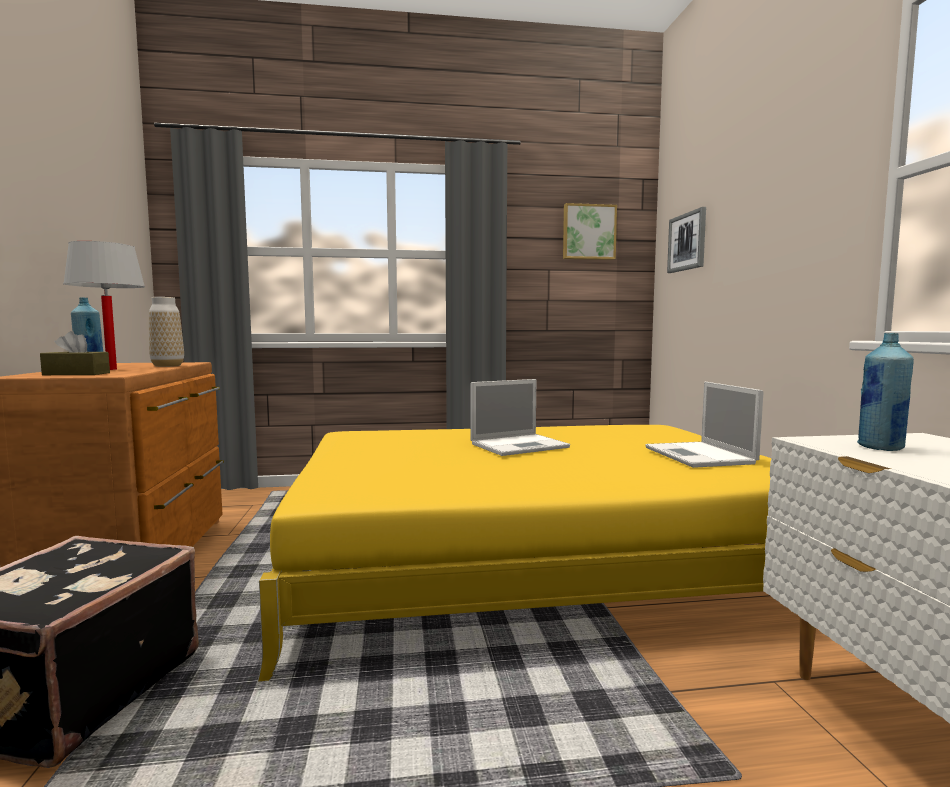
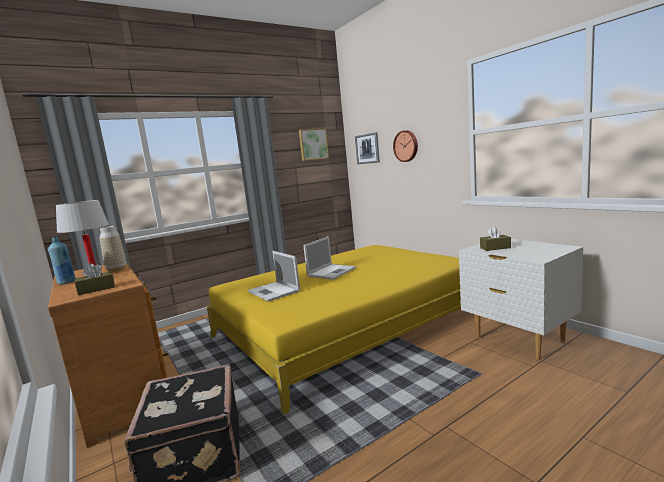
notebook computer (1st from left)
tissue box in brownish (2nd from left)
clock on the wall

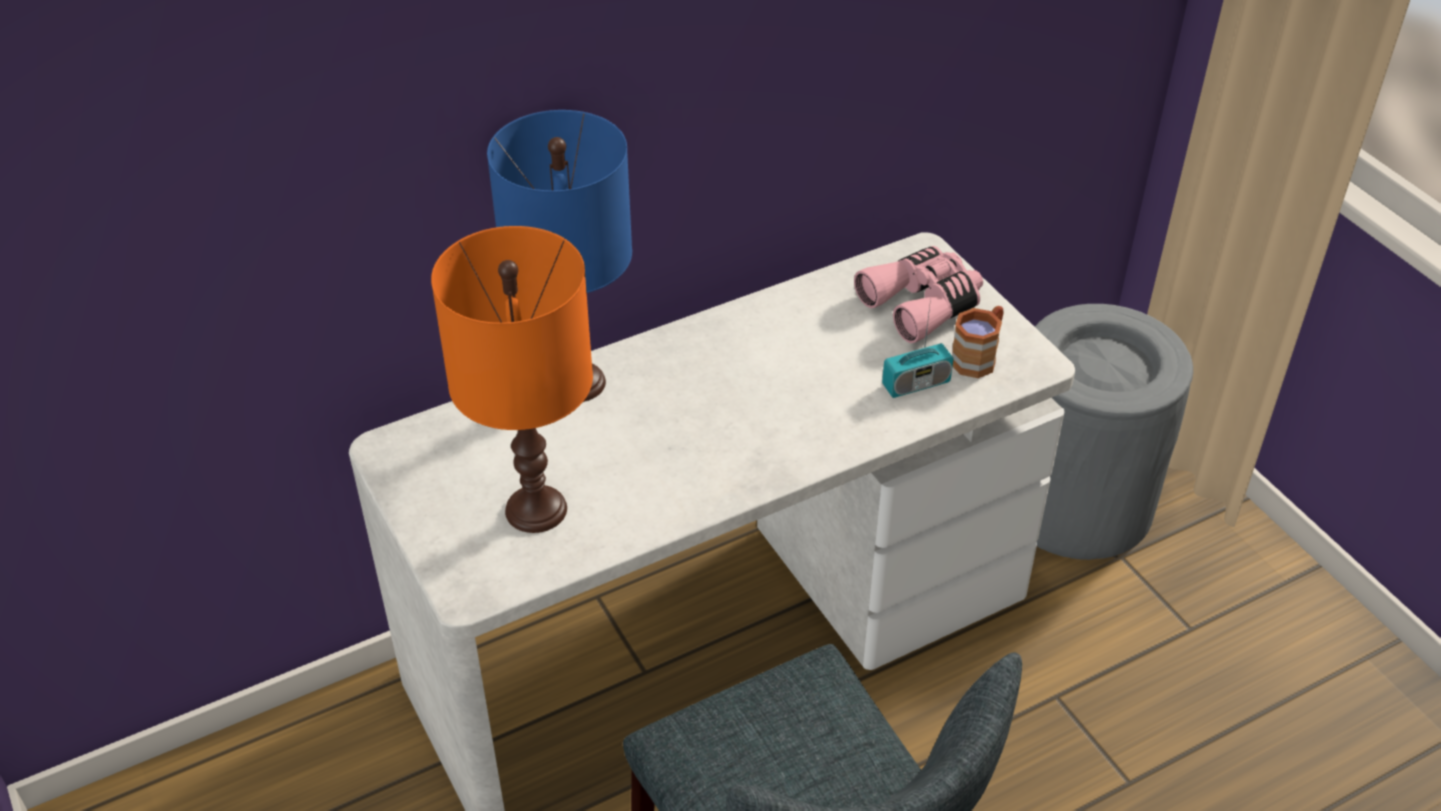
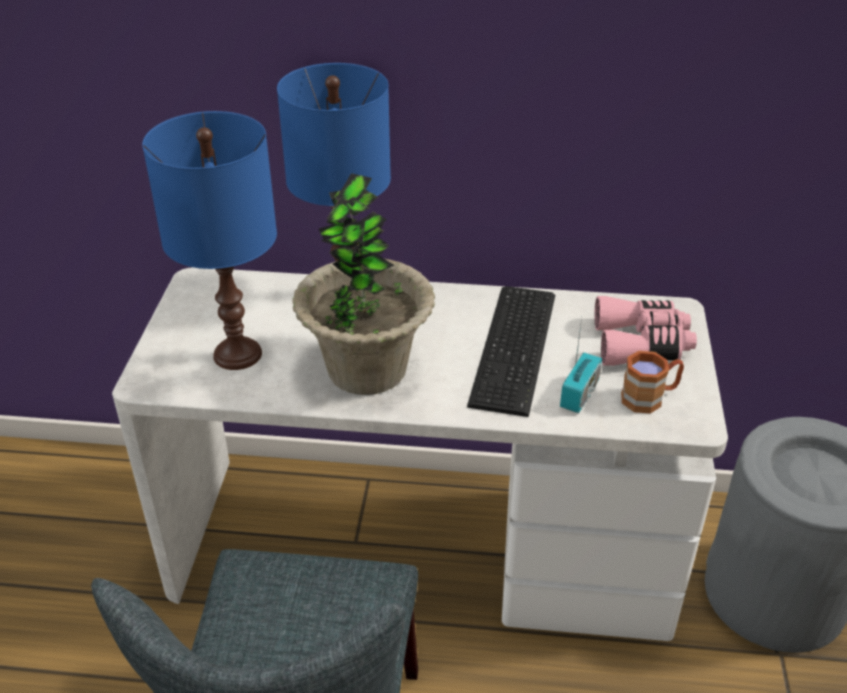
tabletop lamp in blue (1st from left)
radio
houseplant
computer keyboard

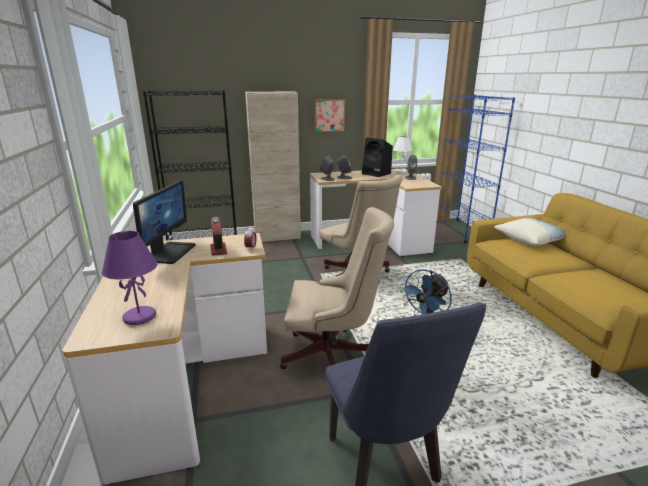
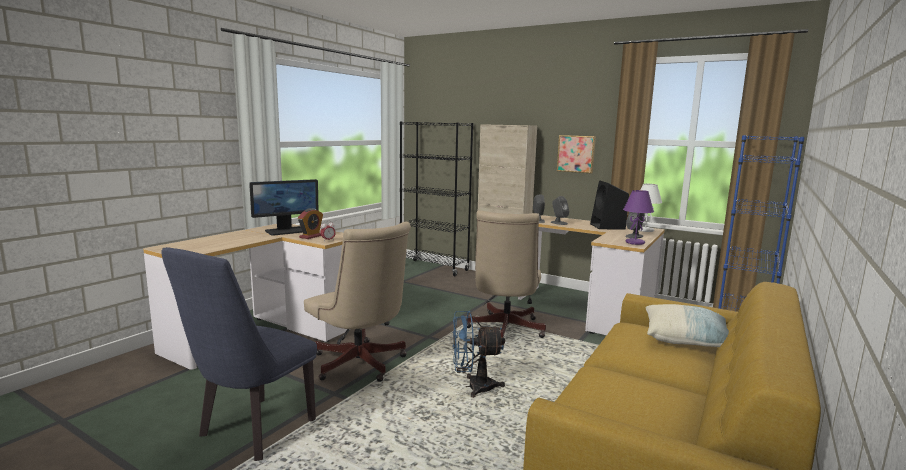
tabletop lamp in purplish

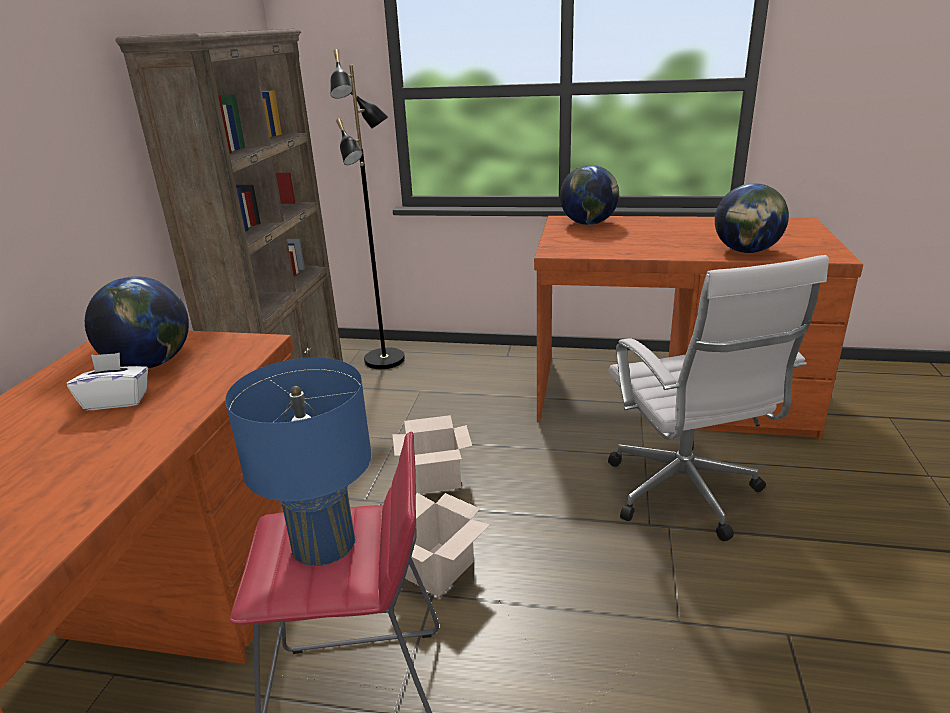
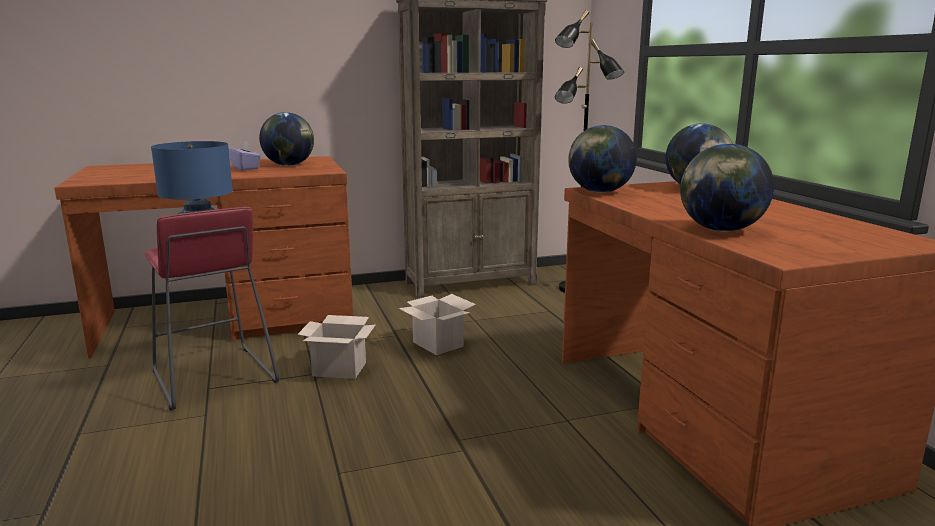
tissue box in purplish
office chair in whitish
globe (2nd from left)

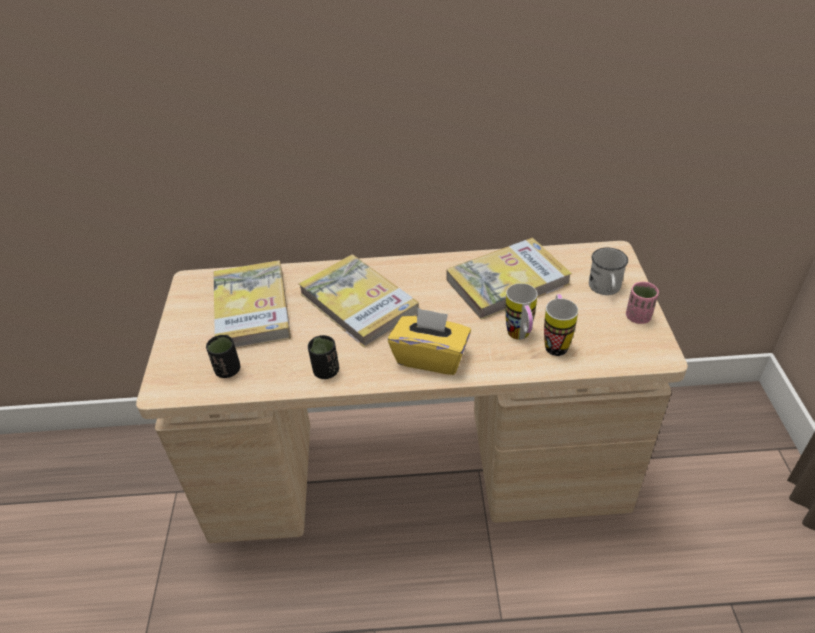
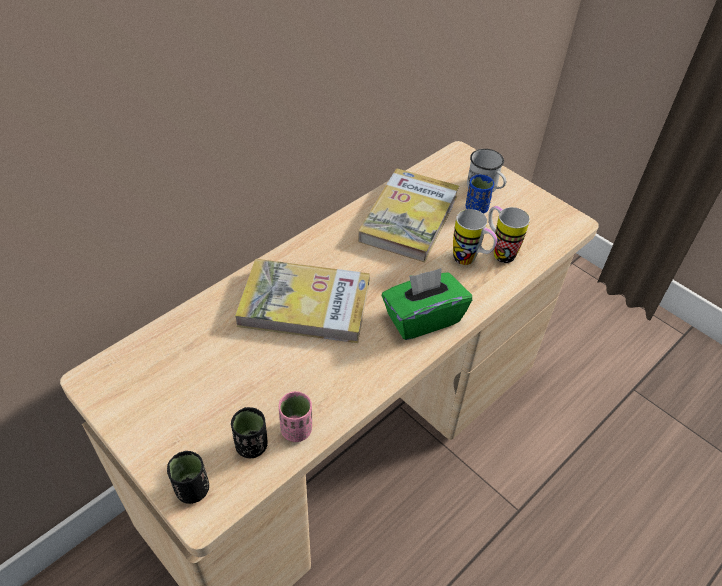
bound book (1st from left in the first image)
cup in blackish (1st from left)
tissue box in greenish
cup in pink
cup in blue

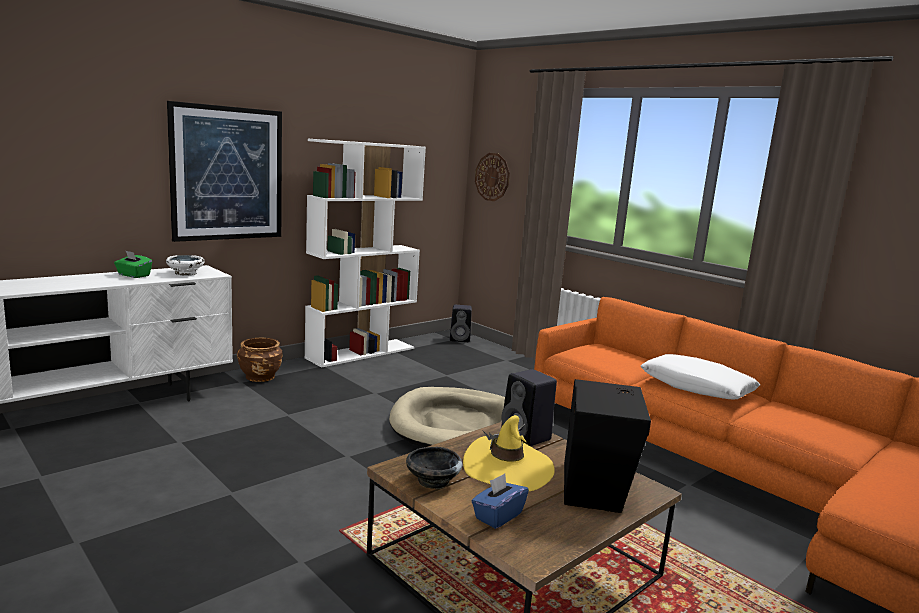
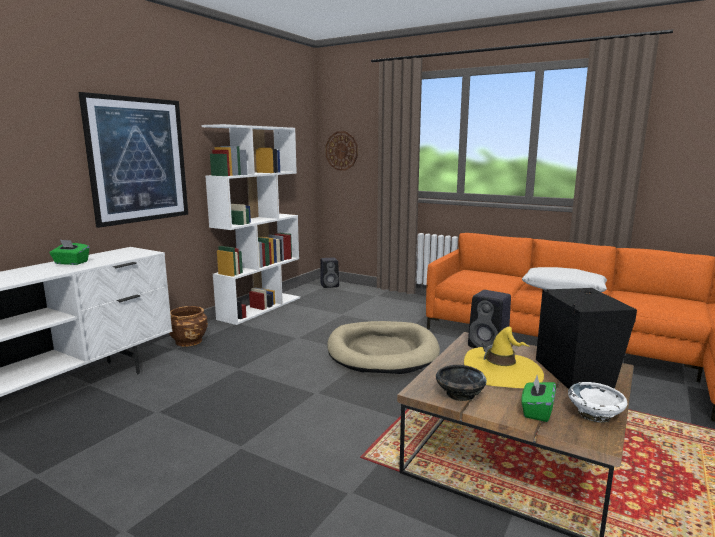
bowl in whitish
tissue box in greenish (2nd from left)

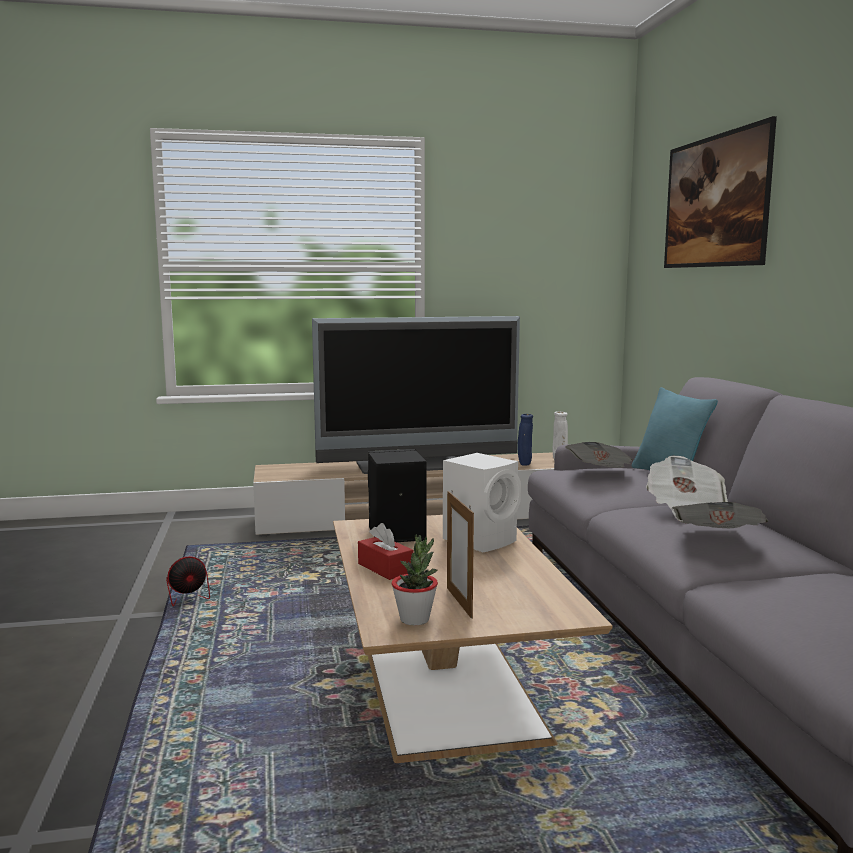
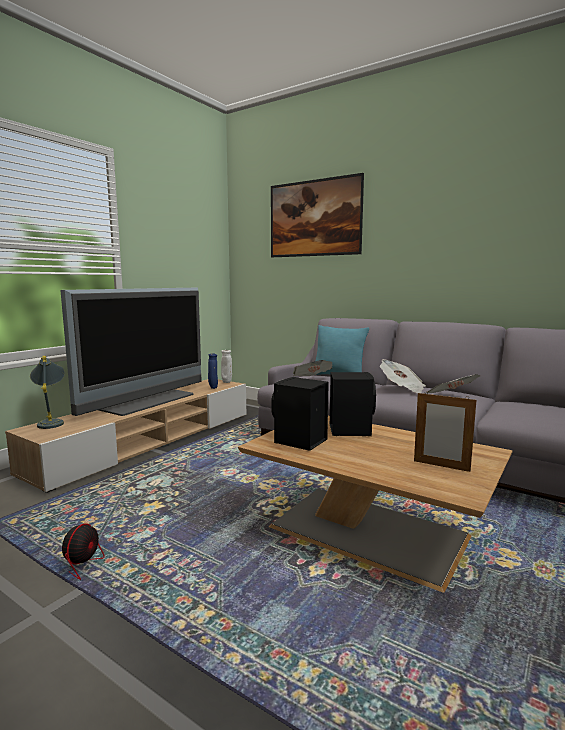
tissue box in red
houseplant
loudspeaker in blackish (2nd from left)
tabletop lamp in gray

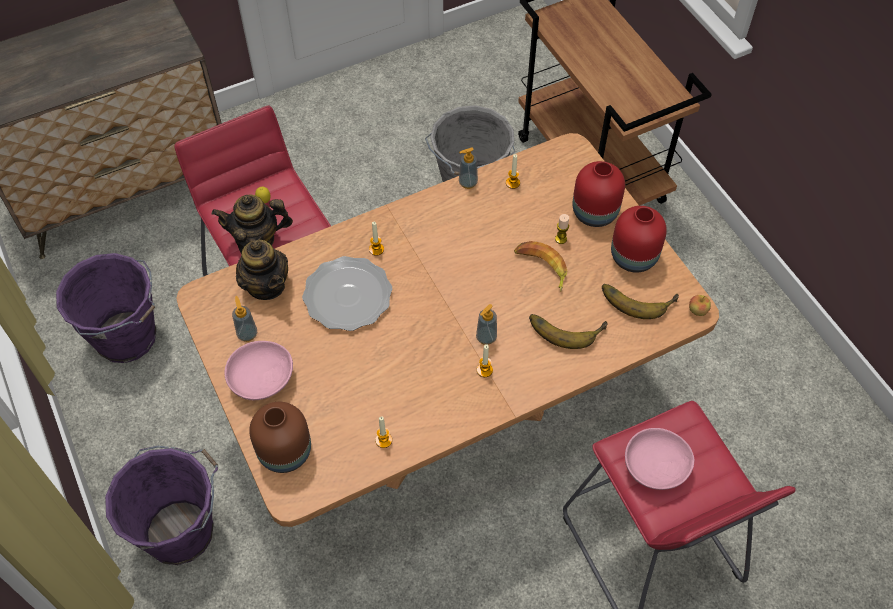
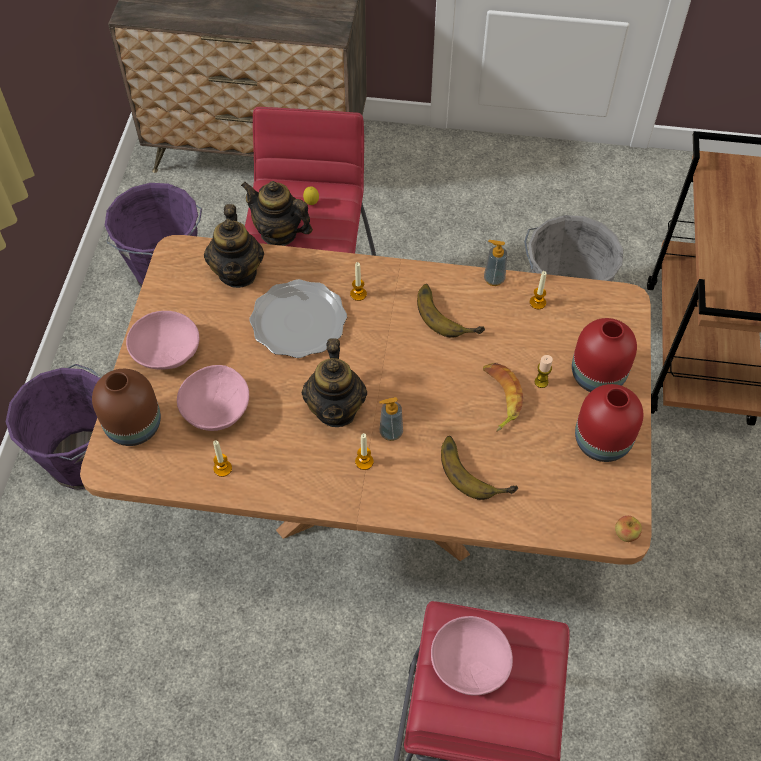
soap bottle (1st from left in the first image)
whole banana (1st from left)
bowl in pink (2nd from left)
pot for tea (3rd from left)

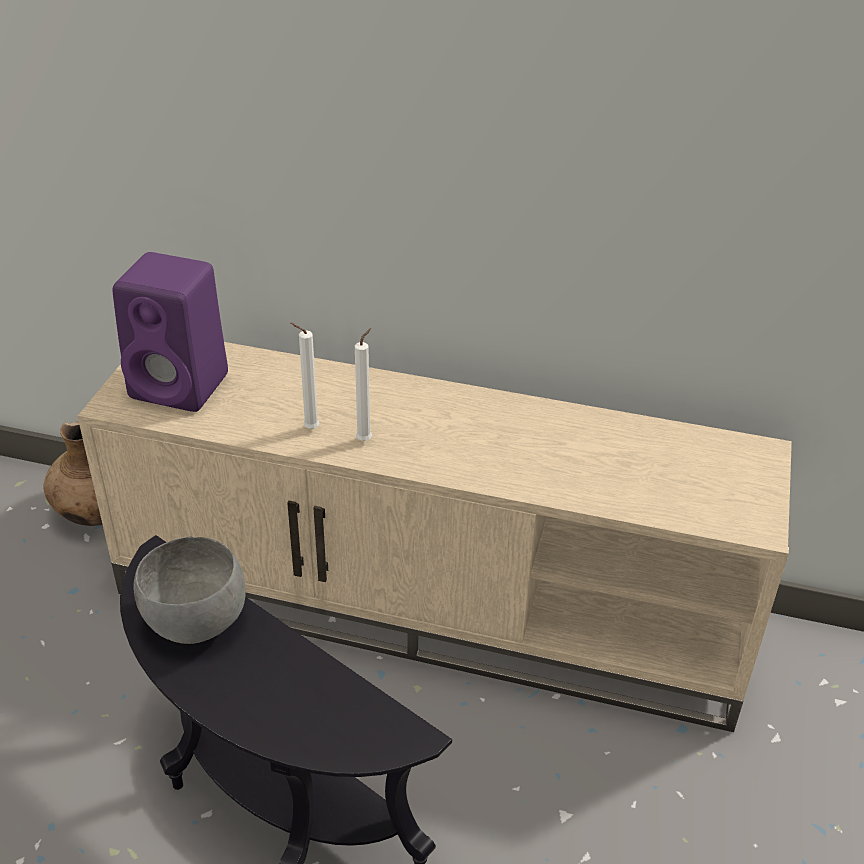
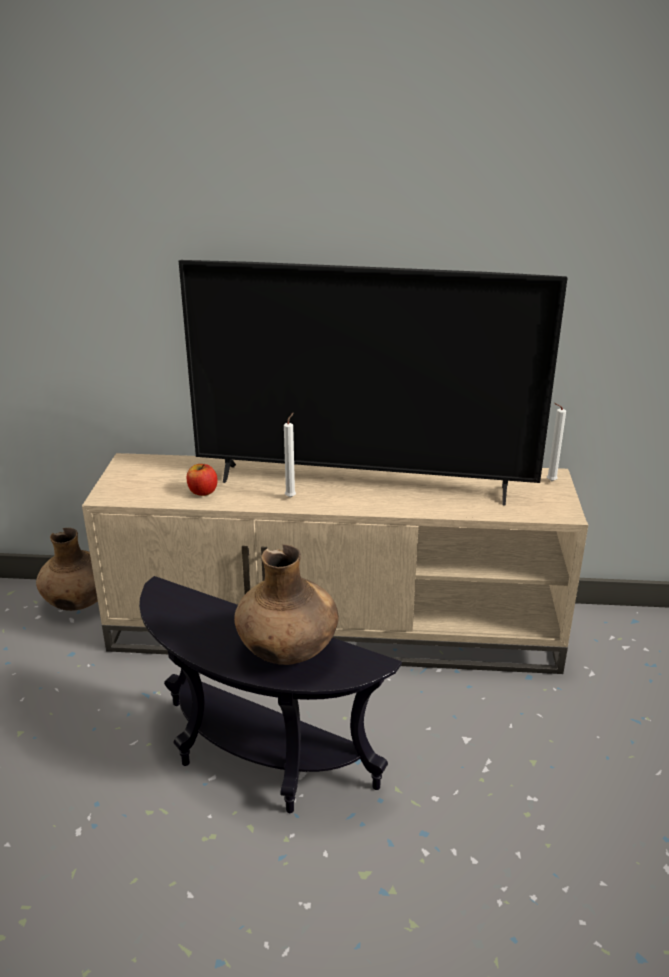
loudspeaker in purplish
bowl in gray
wax candle in whitish (2nd from left)
television
whole apple
vase in brownish (2nd from left)

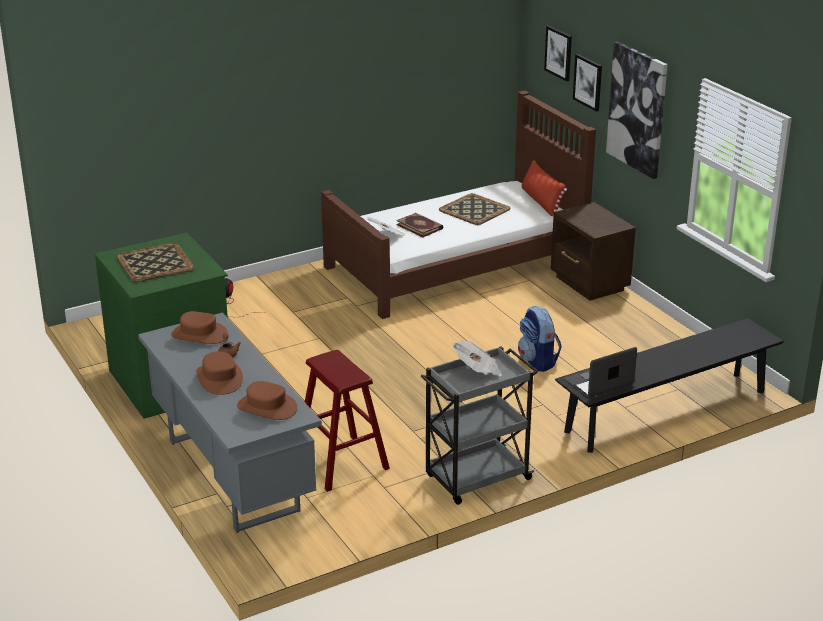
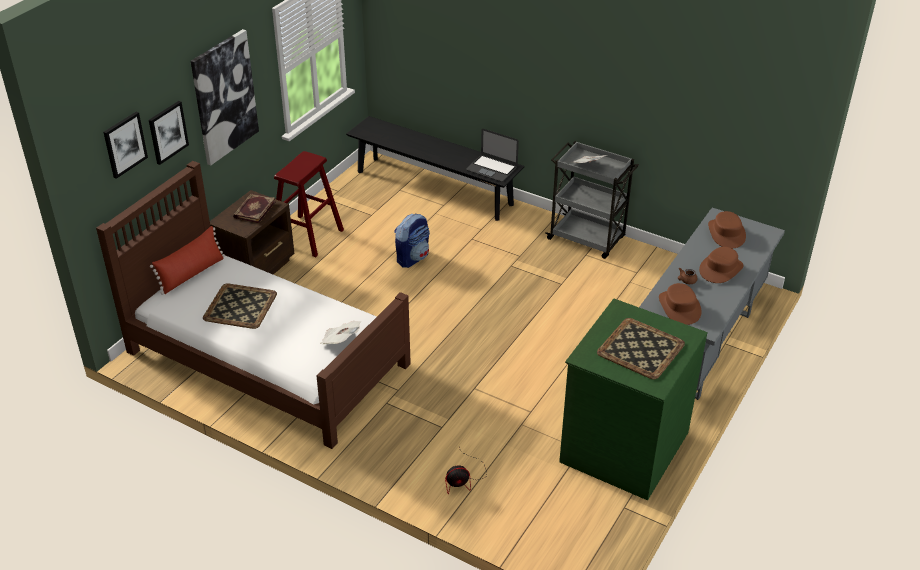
stool in red
bound book

